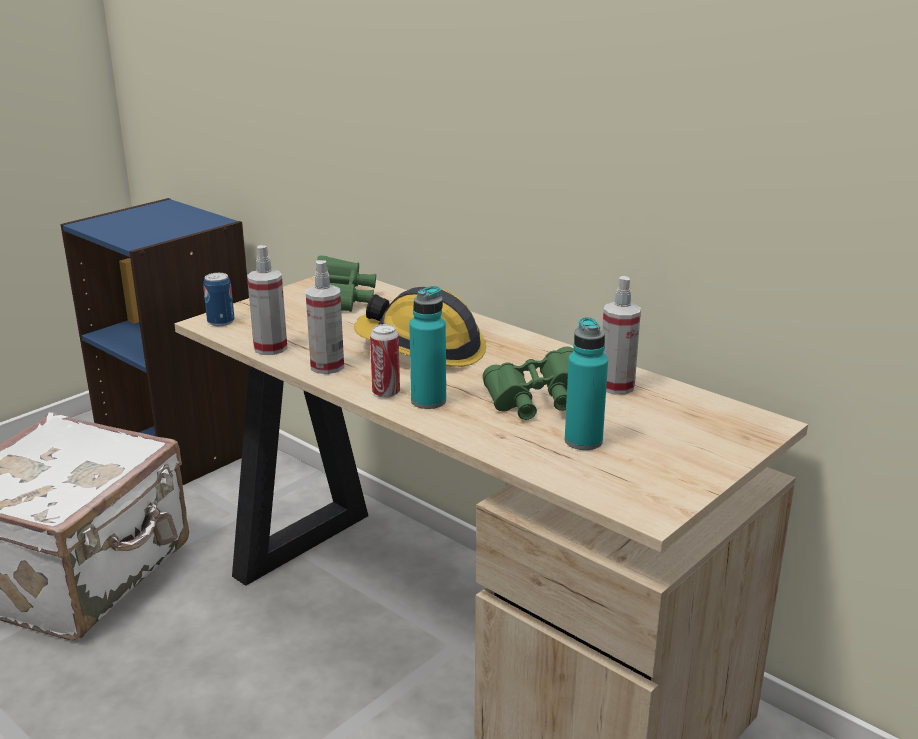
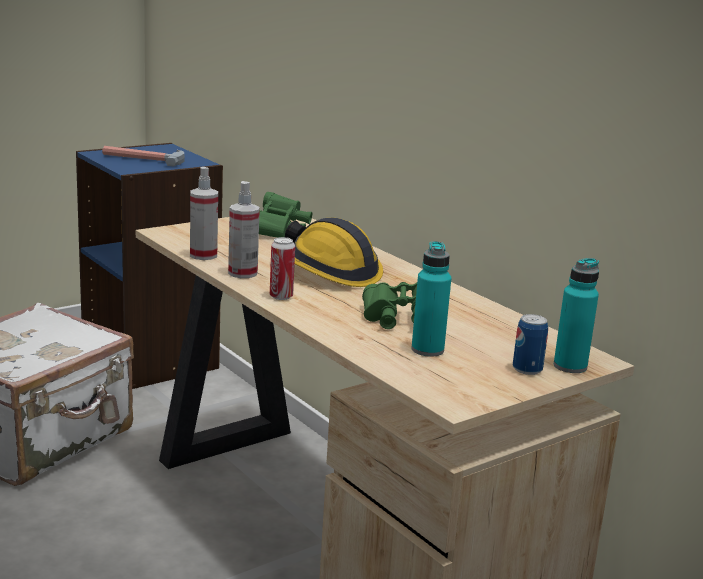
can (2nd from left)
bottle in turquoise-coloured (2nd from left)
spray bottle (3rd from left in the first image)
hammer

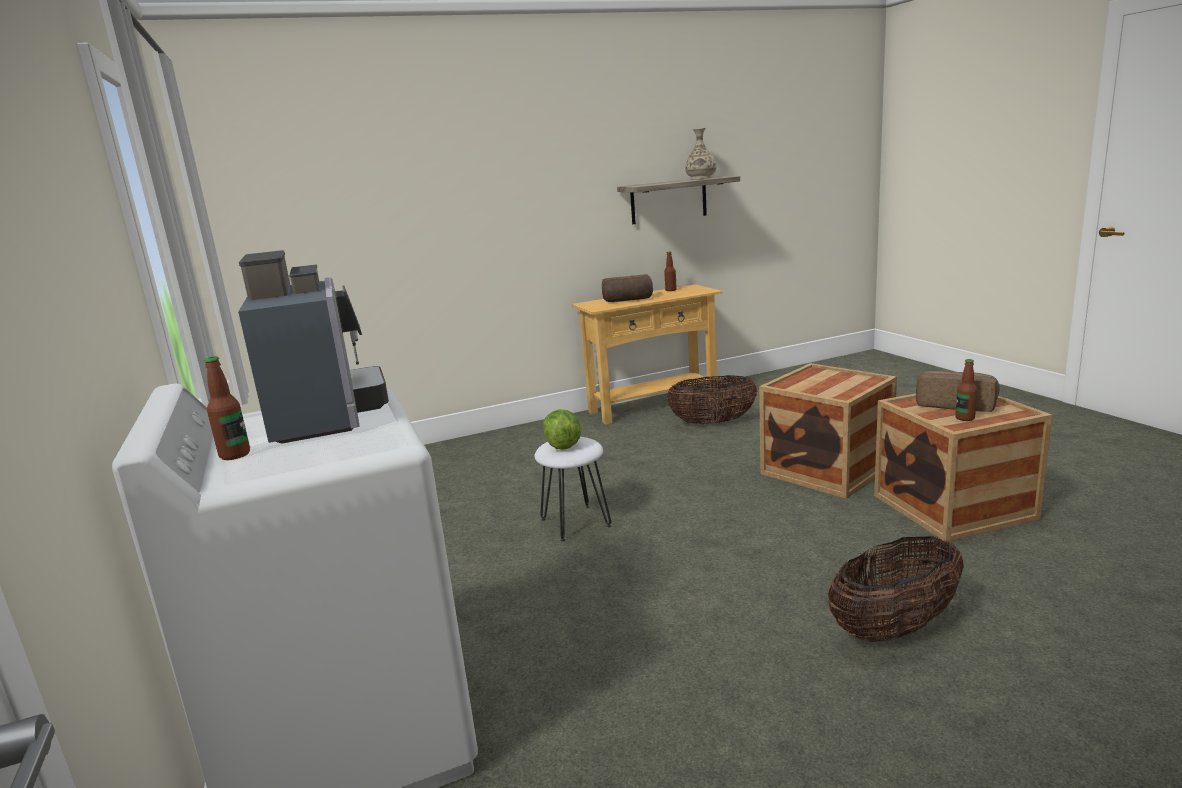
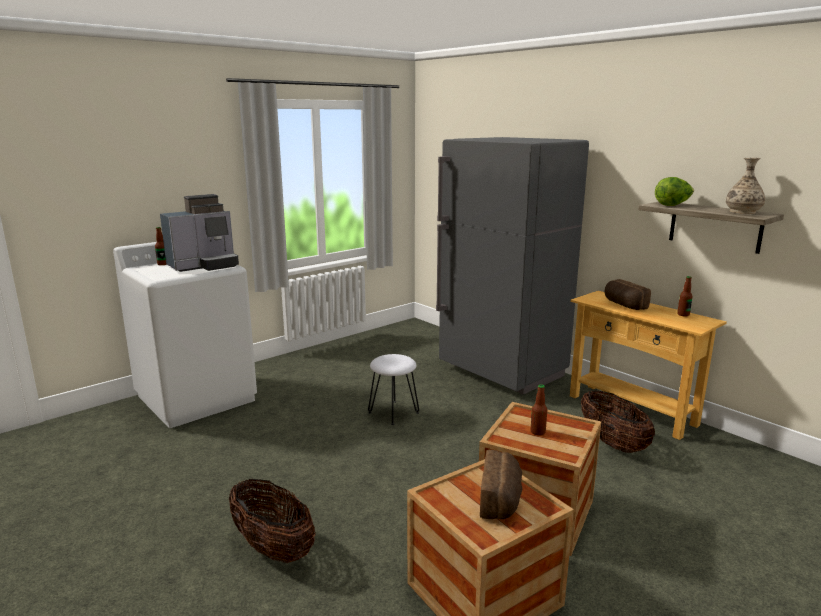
lettuce
bottle (2nd from left)
kitchen fridge in gray

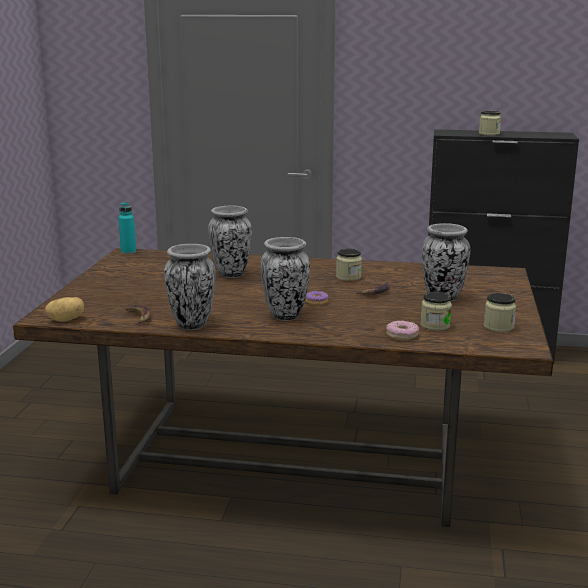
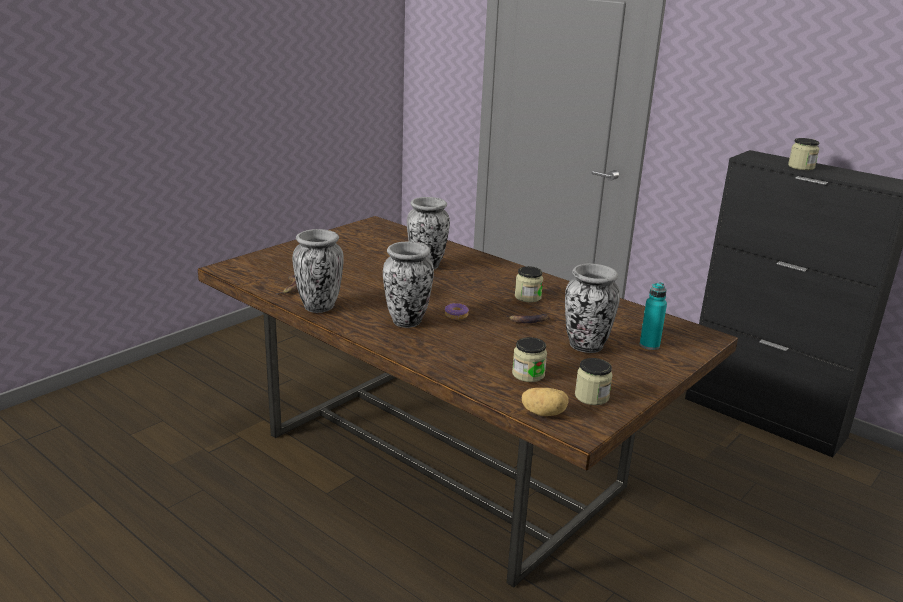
whole potato
bottle in turquoise-coloured
ring doughnut (2nd from left in the first image)

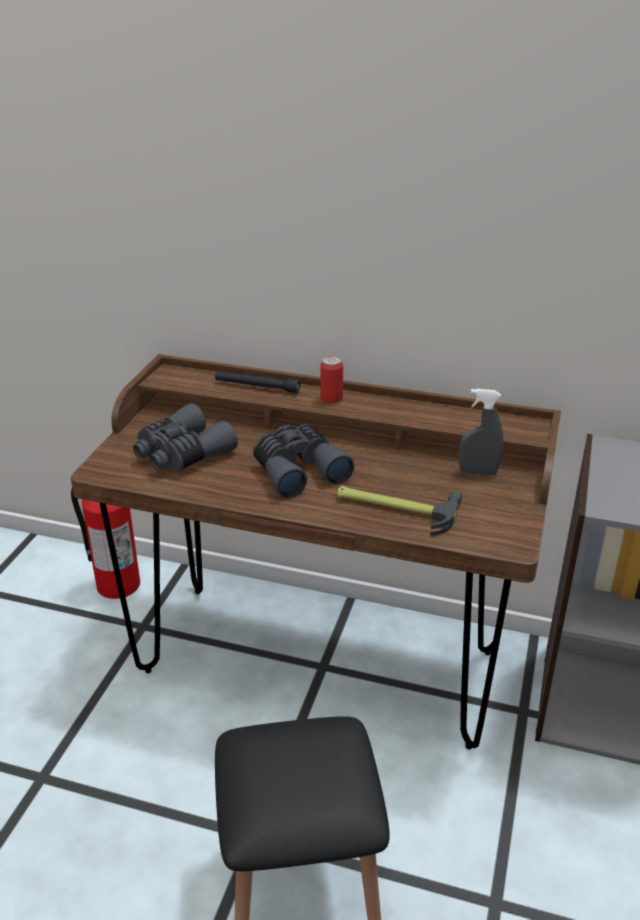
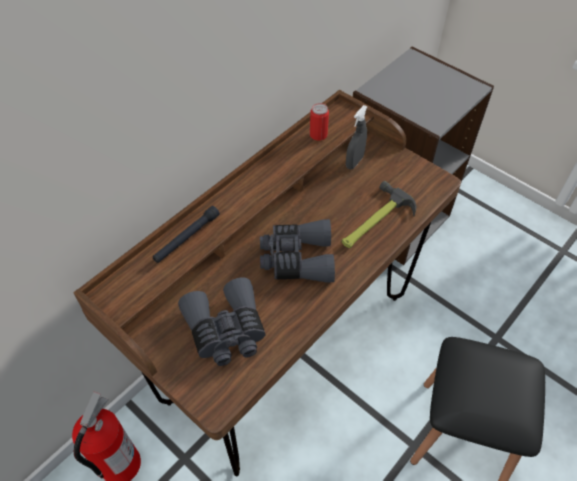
can

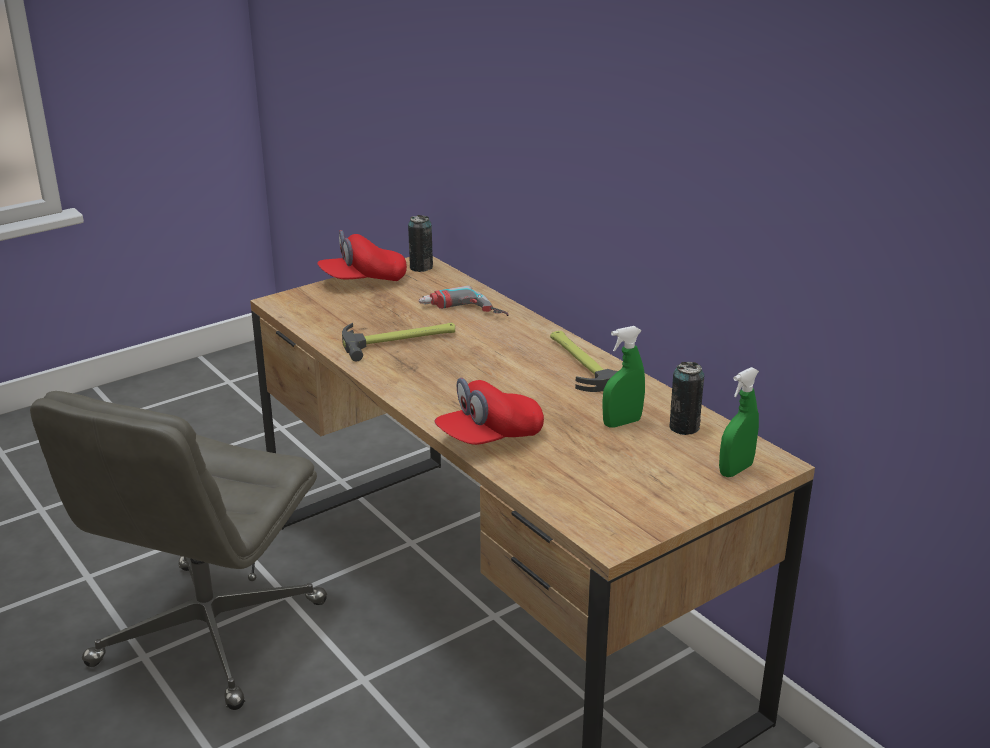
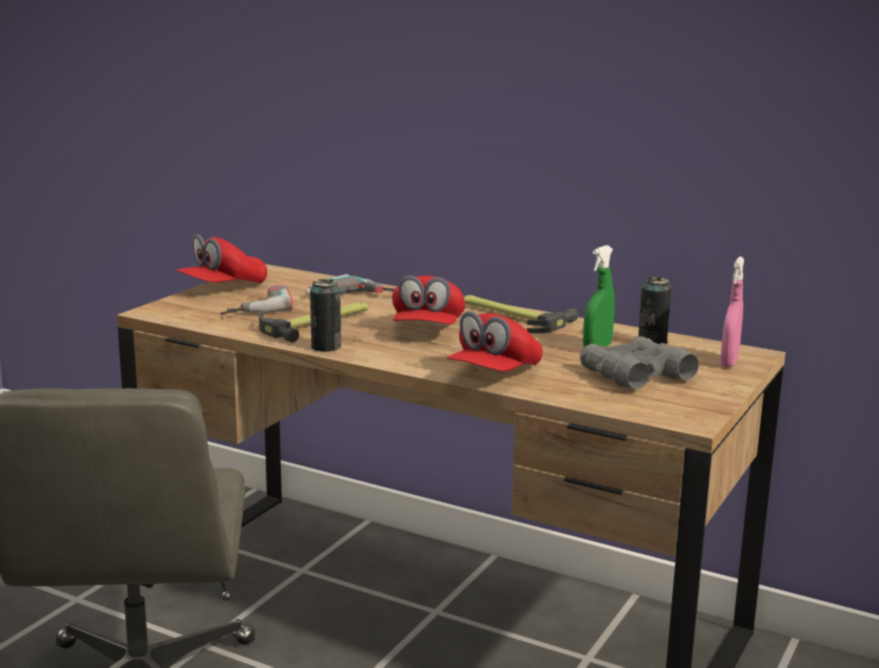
can (1st from left)
spray bottle in pink
power drill (1st from left)
cap in red (2nd from left)
field glasses in gray

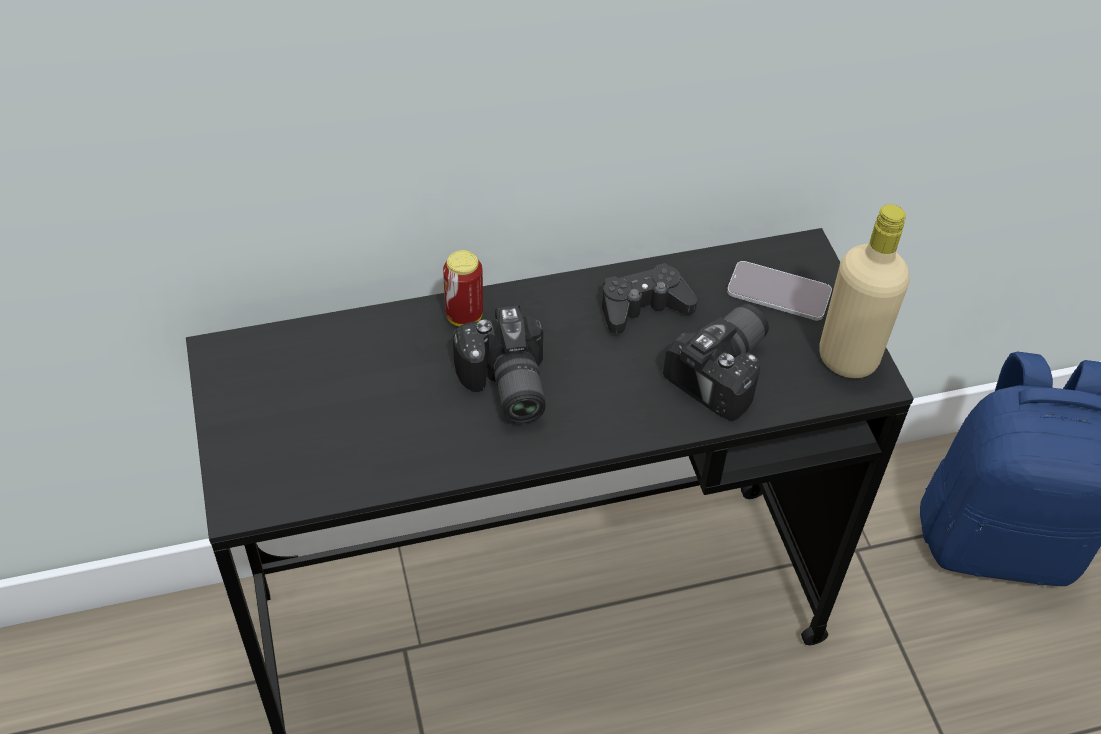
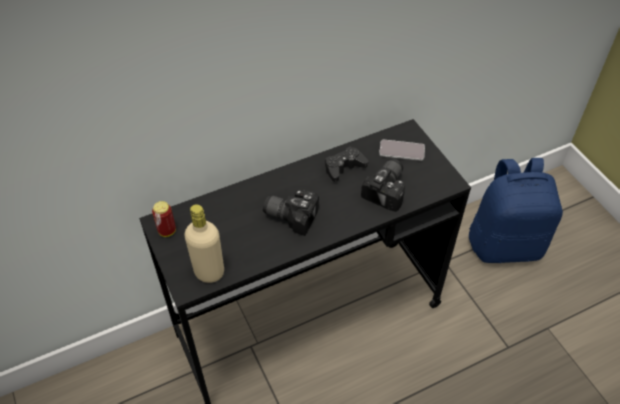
can
photo camera (1st from left)
bottle in beige

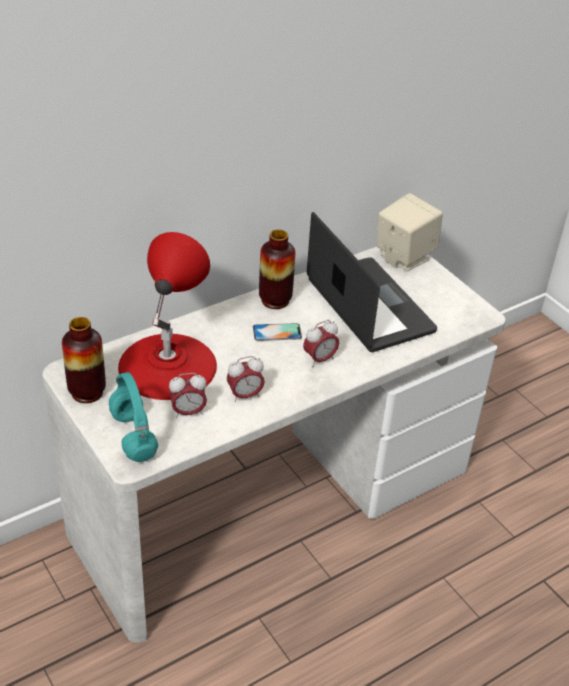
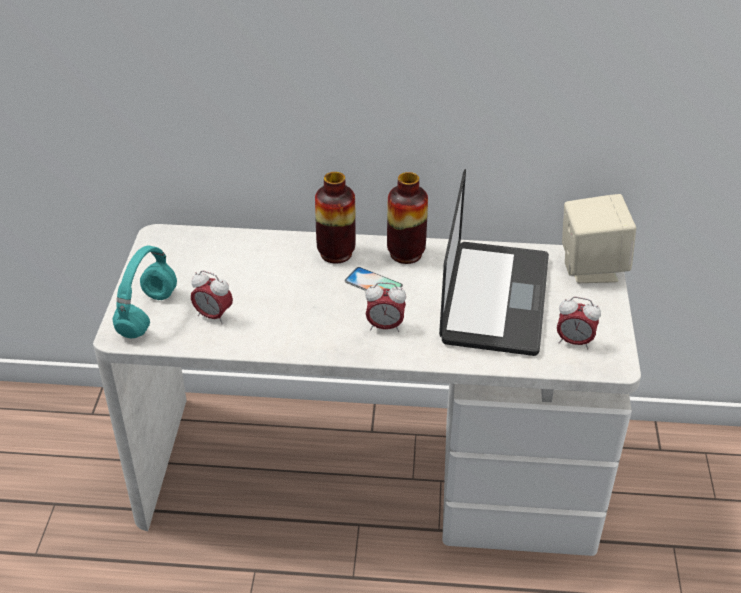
vase (1st from left)
tabletop lamp in red
alarm clock (3rd from left)

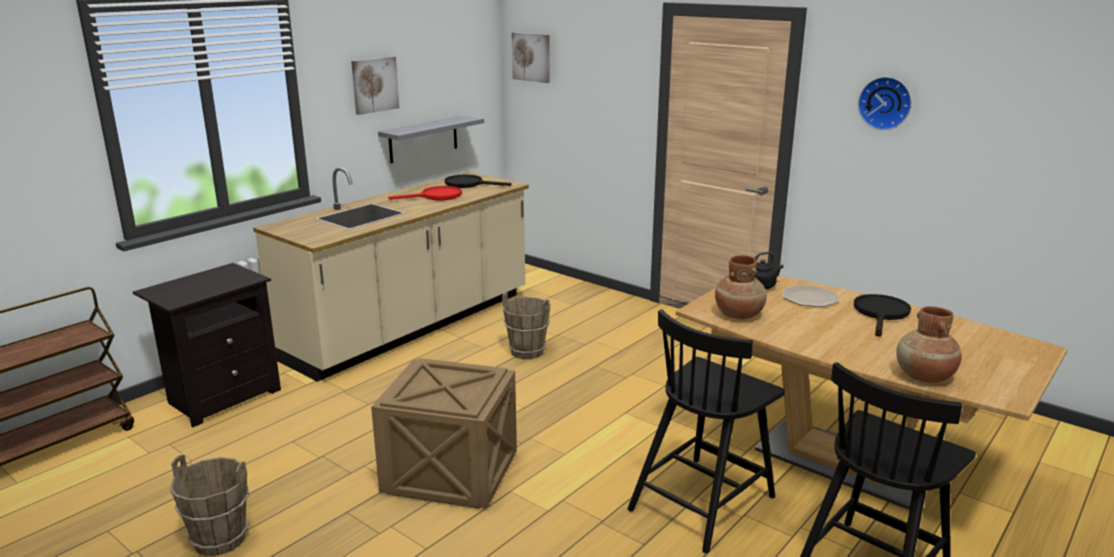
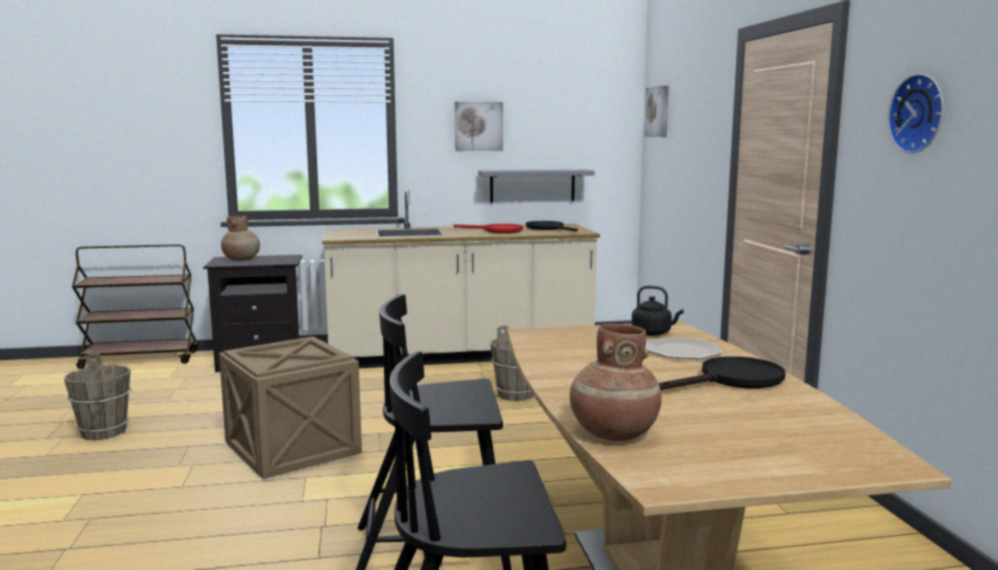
vase in brownish (1st from left)

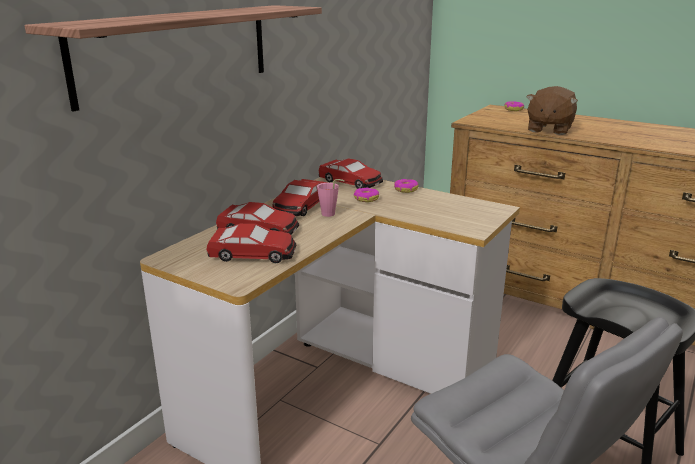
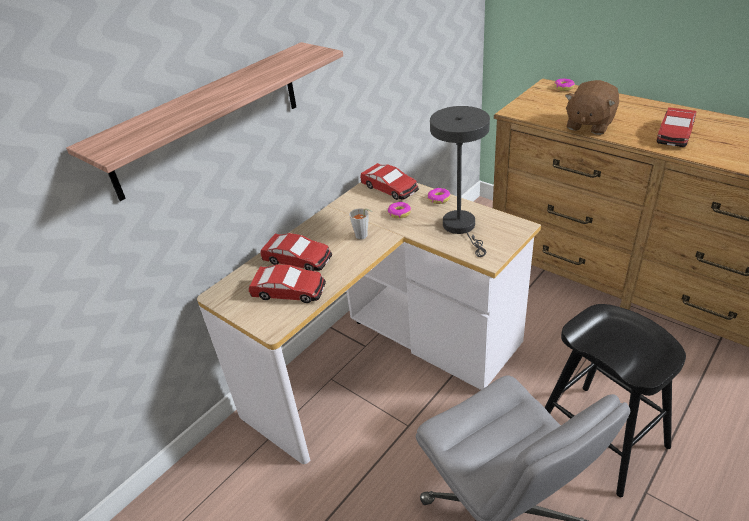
miniature car (4th from left)
cup in gray
tabletop lamp in gray

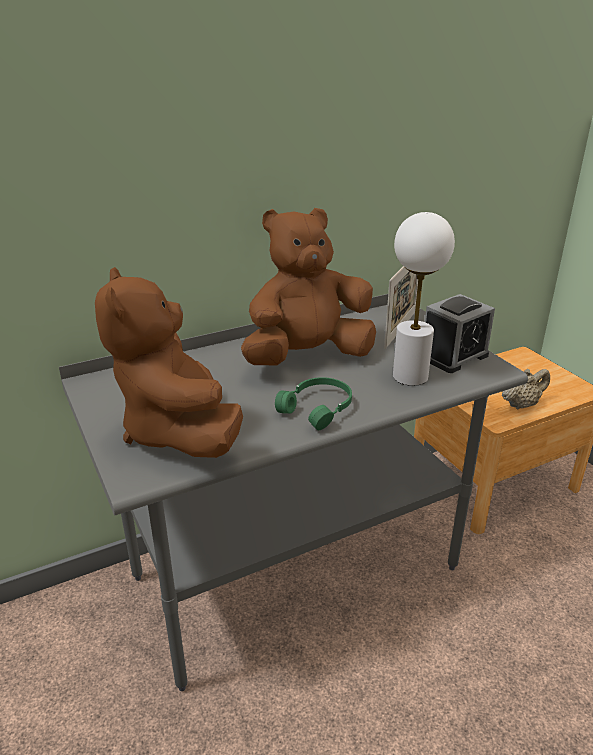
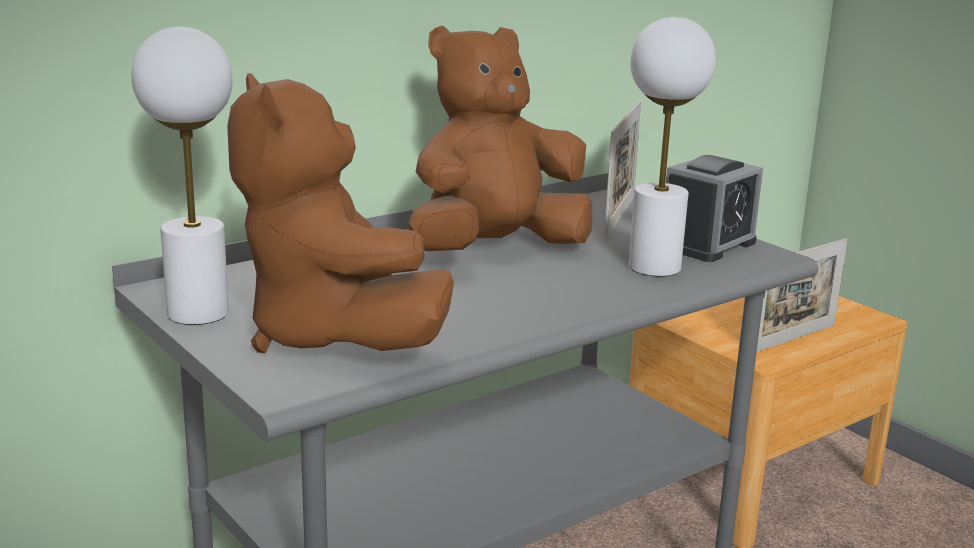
headset in greenish
picture frame (2nd from left)
tabletop lamp in whitish (1st from left)

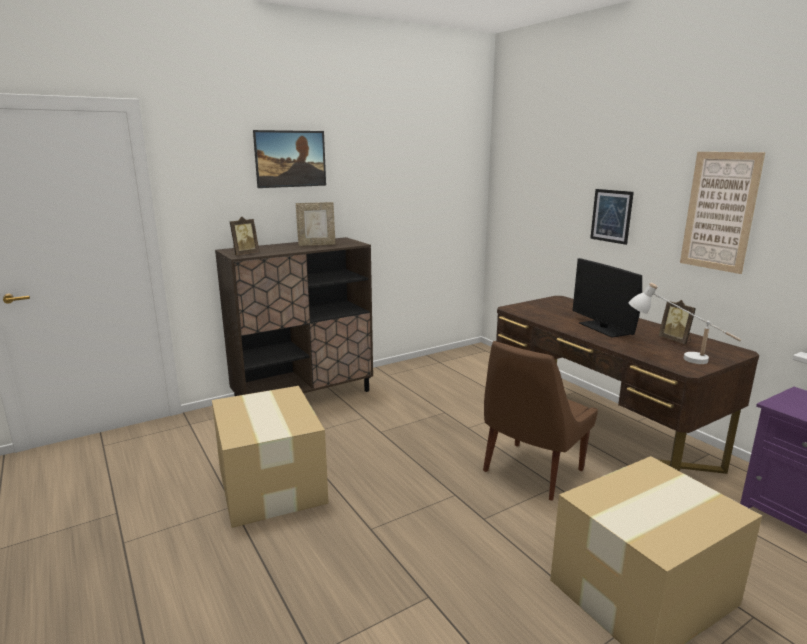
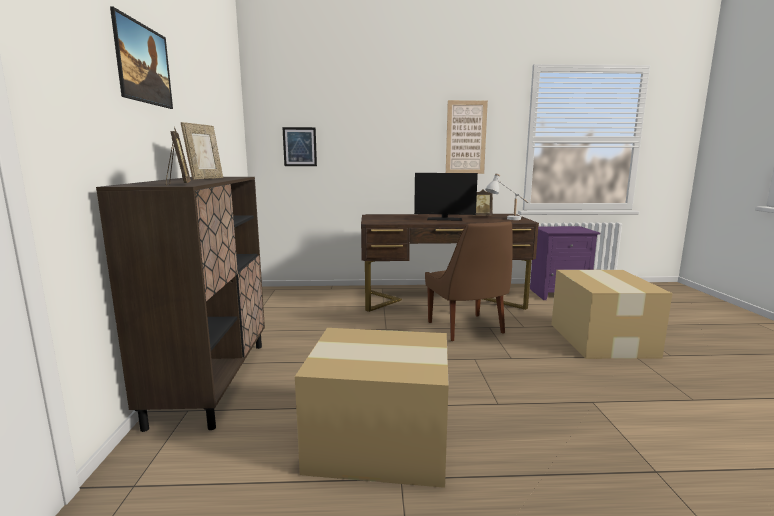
wall picture (2nd from left)

